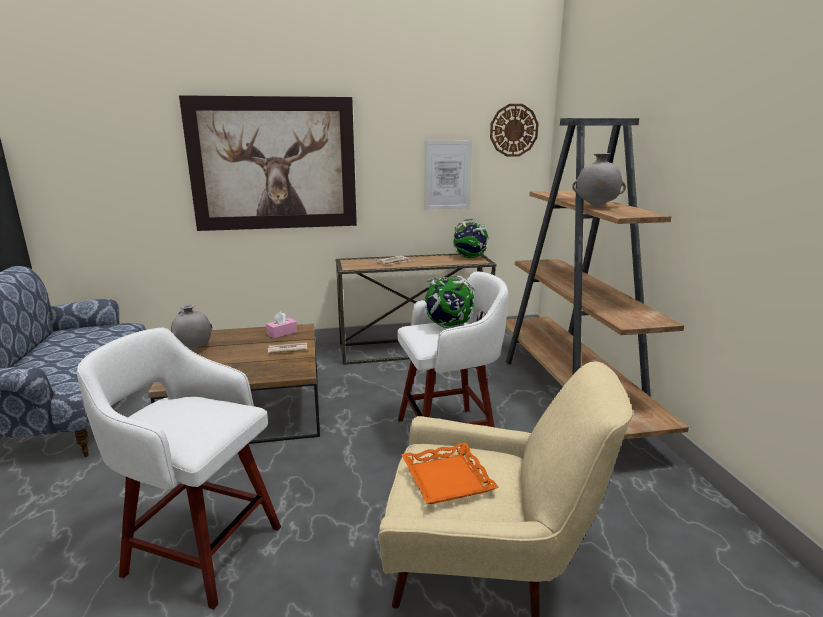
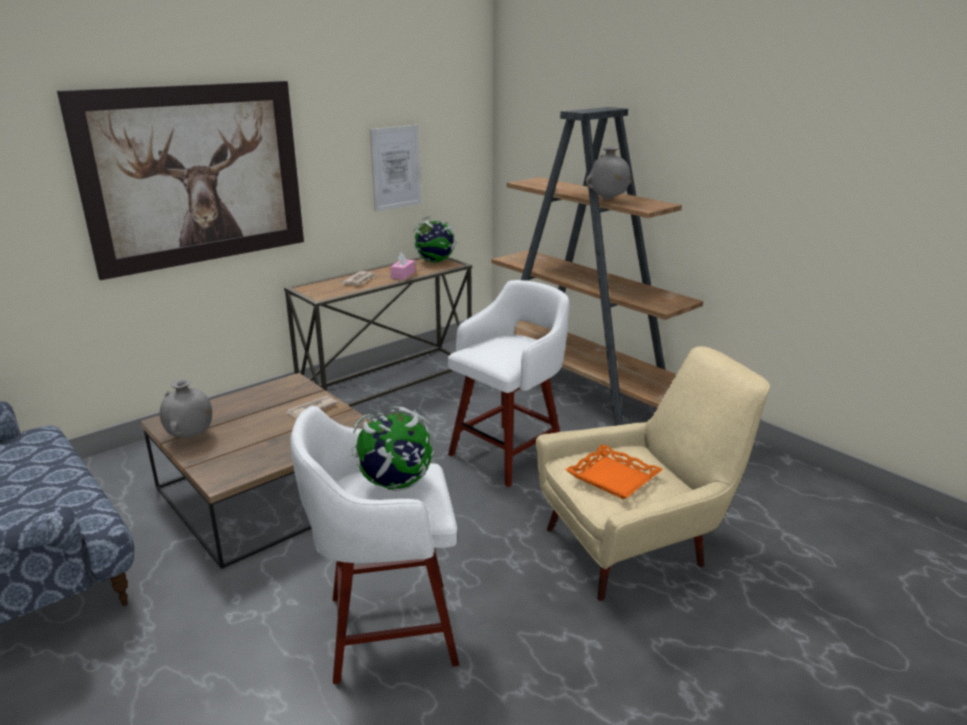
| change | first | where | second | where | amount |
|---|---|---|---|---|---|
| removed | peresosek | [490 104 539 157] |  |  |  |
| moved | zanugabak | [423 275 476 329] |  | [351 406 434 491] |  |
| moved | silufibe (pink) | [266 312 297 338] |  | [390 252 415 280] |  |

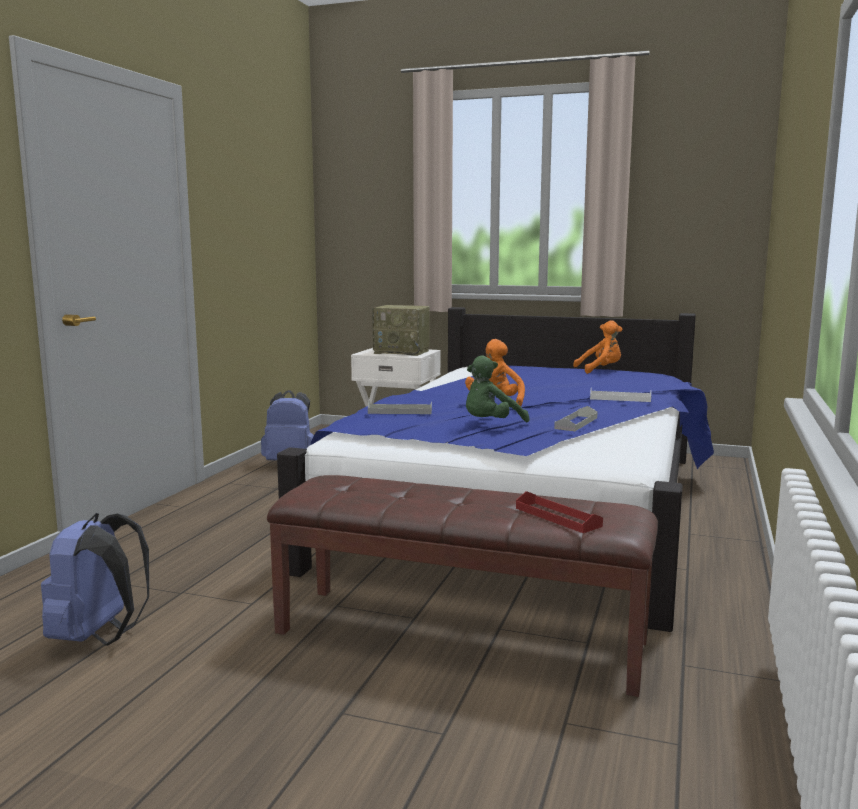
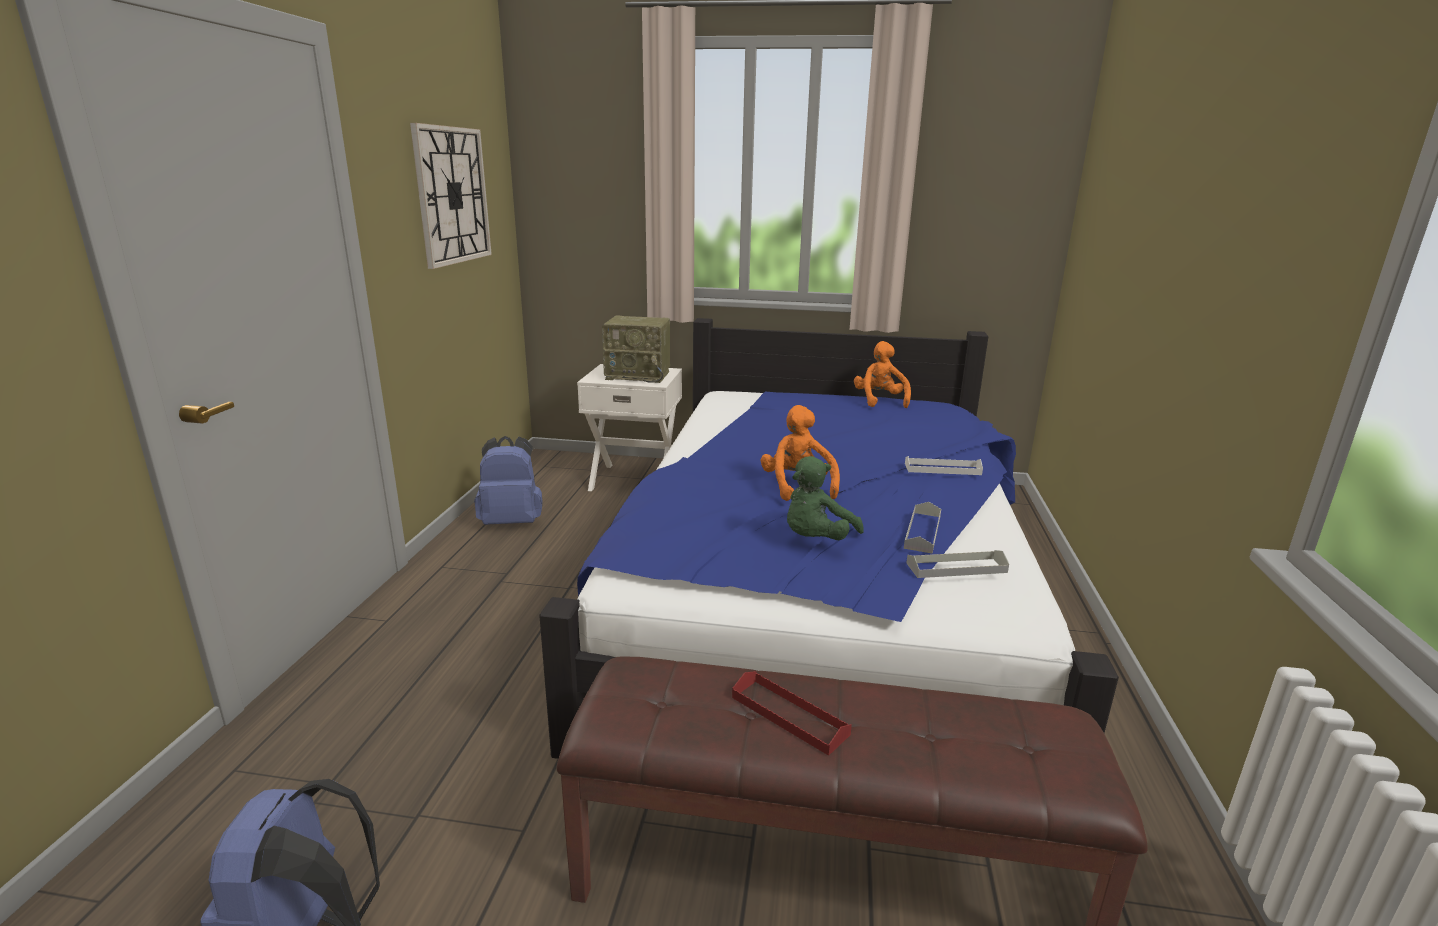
| change | first | where | second | where | amount |
|---|---|---|---|---|---|
| turned | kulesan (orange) | [573 320 623 374] |  | [854 341 911 408] | 75 degrees counterclockwise |
| moved | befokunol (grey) | [368 401 432 414] |  | [906 550 1009 578] |  |
| moved | befokunol (red) | [516 491 603 533] |  | [732 671 852 756] |  |
| added |  |  | peresosek | [410 123 492 269] |  |

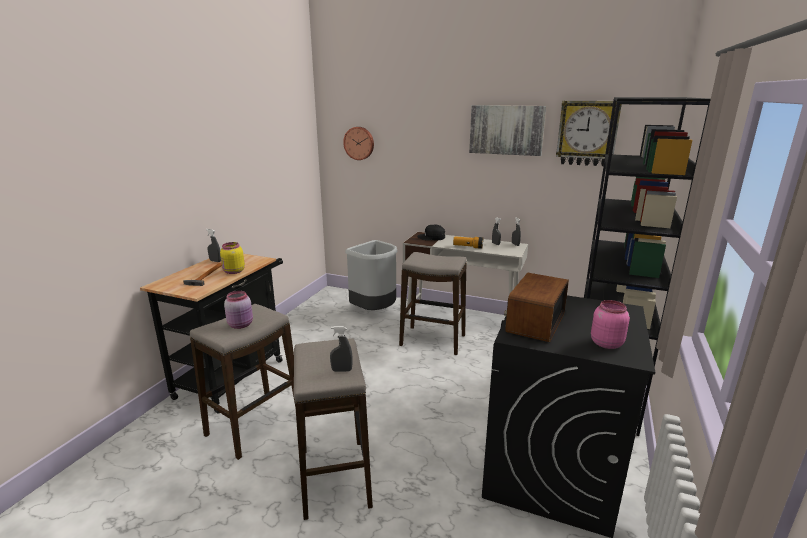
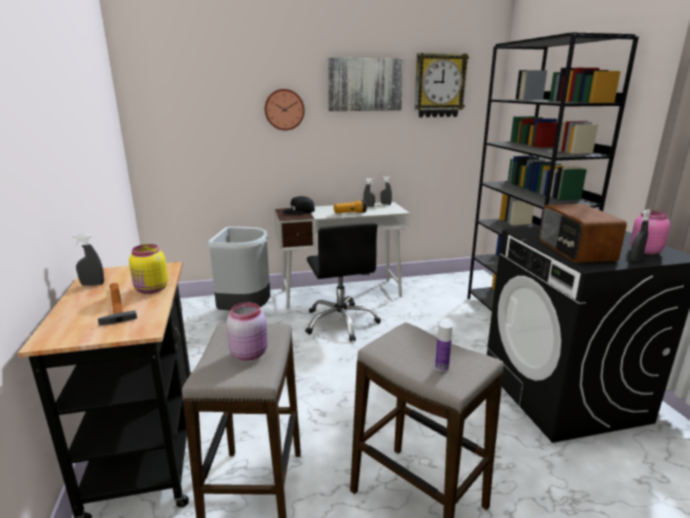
| change | first | where | second | where | amount |
|---|---|---|---|---|---|
| moved | peresosek | [343 127 374 160] |  | [265 89 305 131] |  |
| replaced | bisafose | [399 252 467 355] | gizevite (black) | [305 223 381 342] |  |
| moved | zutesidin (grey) | [330 326 353 372] |  | [629 209 651 261] |  |
| added |  |  | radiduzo | [435 322 452 372] |  |

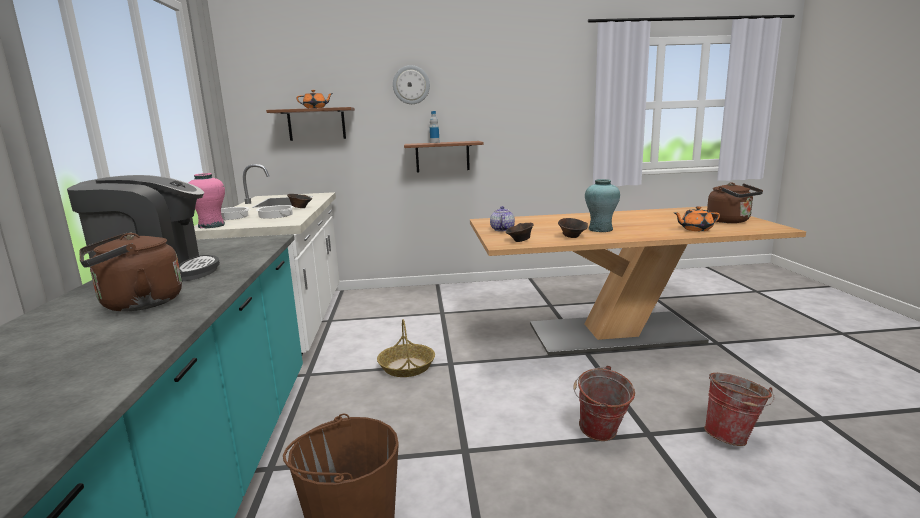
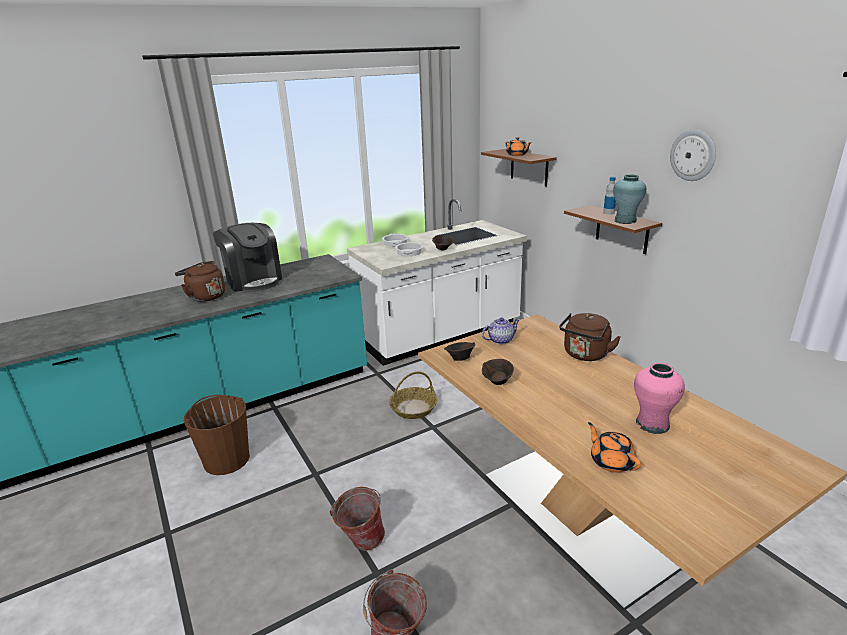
| change | first | where | second | where | amount |
|---|---|---|---|---|---|
| moved | peresosek | [393 65 430 104] |  | [670 129 716 181] |  |
| moved | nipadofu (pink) | [188 173 225 228] |  | [634 363 685 434] |  |
| moved | nipadofu (turquoise) | [585 179 620 232] |  | [613 174 646 224] |  |
| moved | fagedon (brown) | [707 182 763 223] |  | [559 313 621 361] |  |

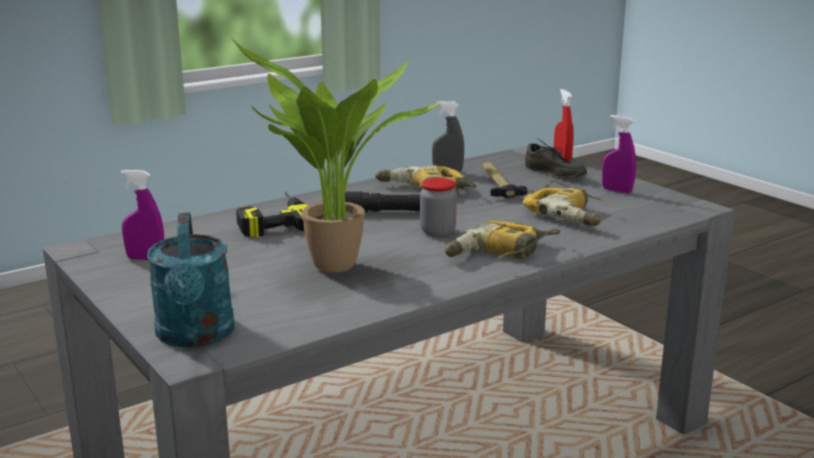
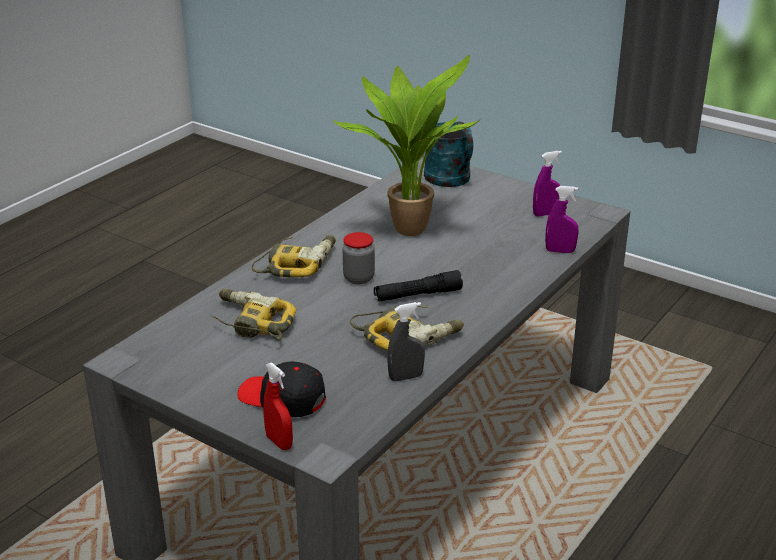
| change | first | where | second | where | amount |
|---|---|---|---|---|---|
| moved | zutesidin (purple) | [602 115 636 193] |  | [545 186 579 253] |  |
| replaced | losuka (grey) | [525 138 587 179] | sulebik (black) | [237 361 326 417] |  |
| removed | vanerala | [483 162 527 198] |  |  |  |
| removed | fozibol | [236 192 309 238] |  |  |  |

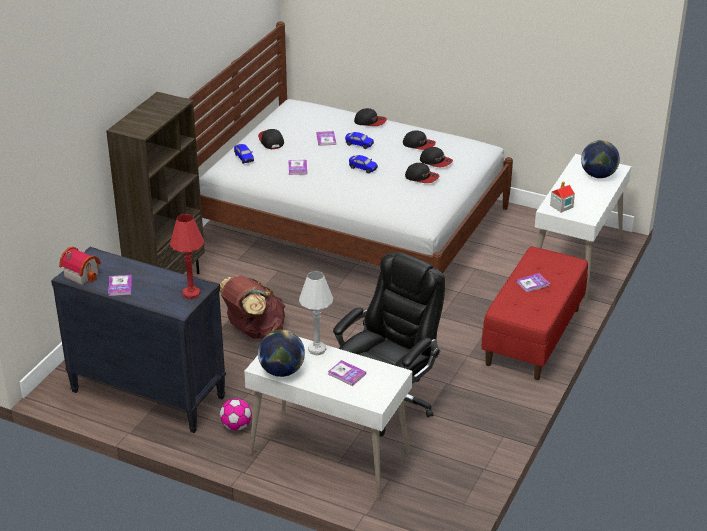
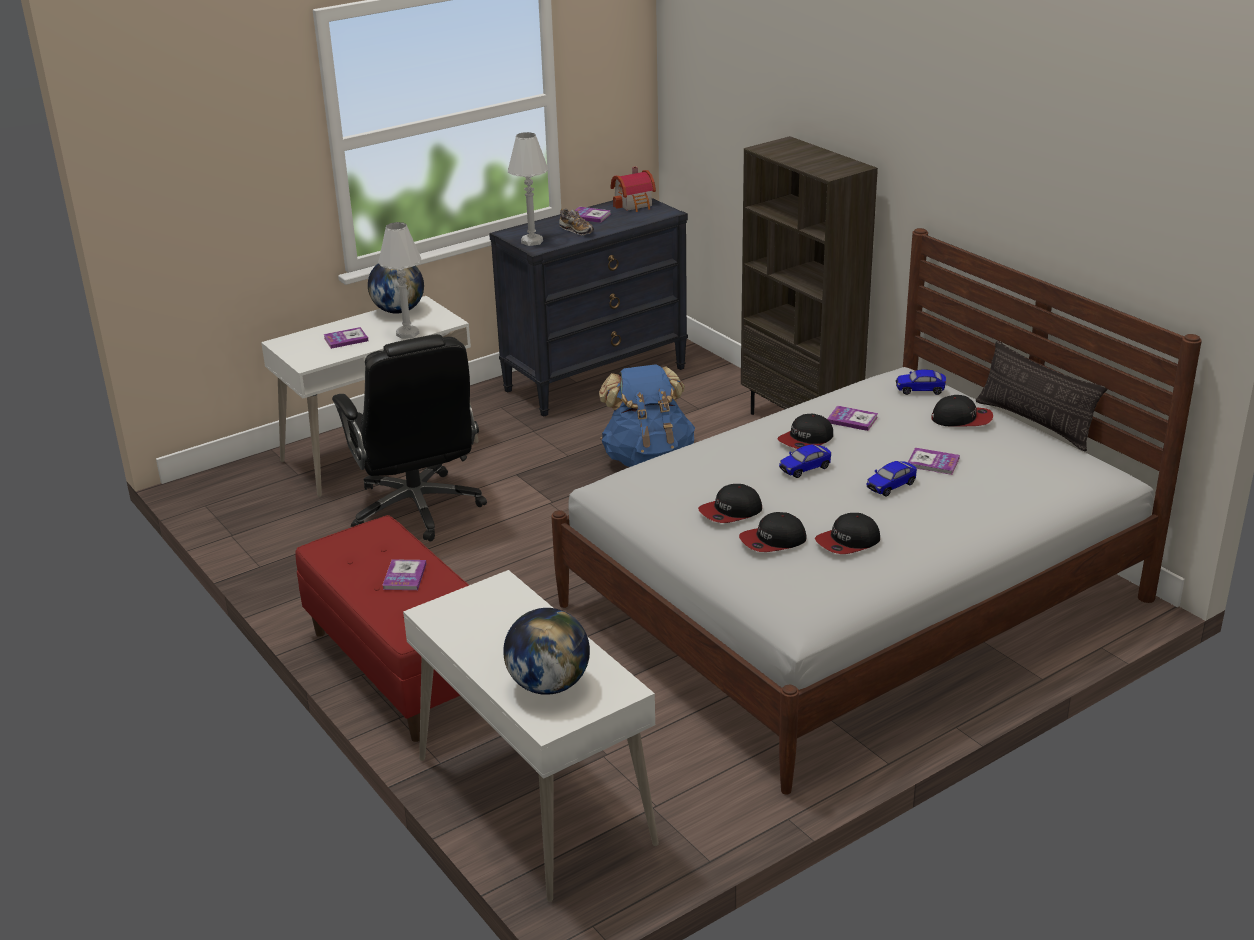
| change | first | where | second | where | amount |
|---|---|---|---|---|---|
| moved | sulebik | [354 108 387 126] |  | [778 414 833 449] |  |
| removed | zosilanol | [550 181 575 213] |  |  |  |
| recoloured | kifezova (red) | [170 213 204 299] | kifezova (white) | [508 132 548 246] |  |
| recoloured | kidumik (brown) | [219 275 285 339] | kidumik (blue) | [599 364 695 467] |  |
| removed | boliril | [220 398 252 431] |  |  |  |
| added |  |  | losuka | [559 209 594 236] |  |
| added |  |  | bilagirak | [976 341 1107 451] |  |

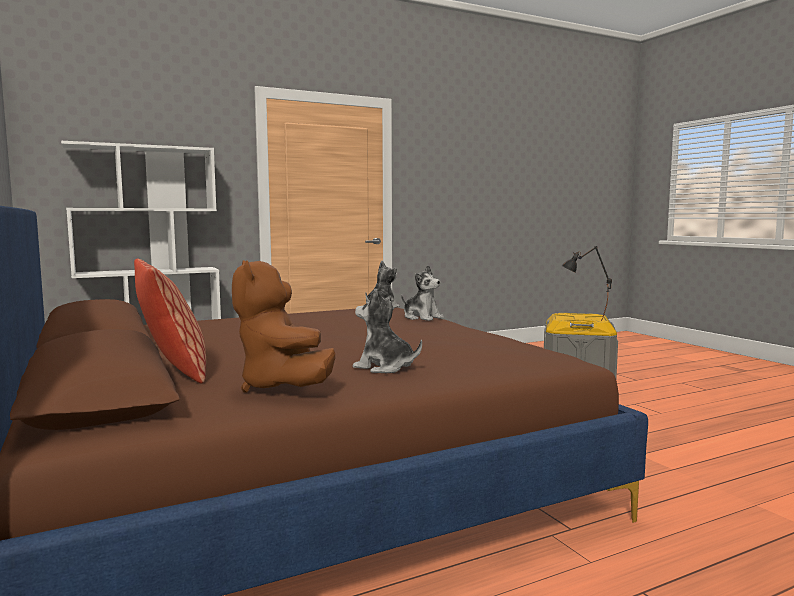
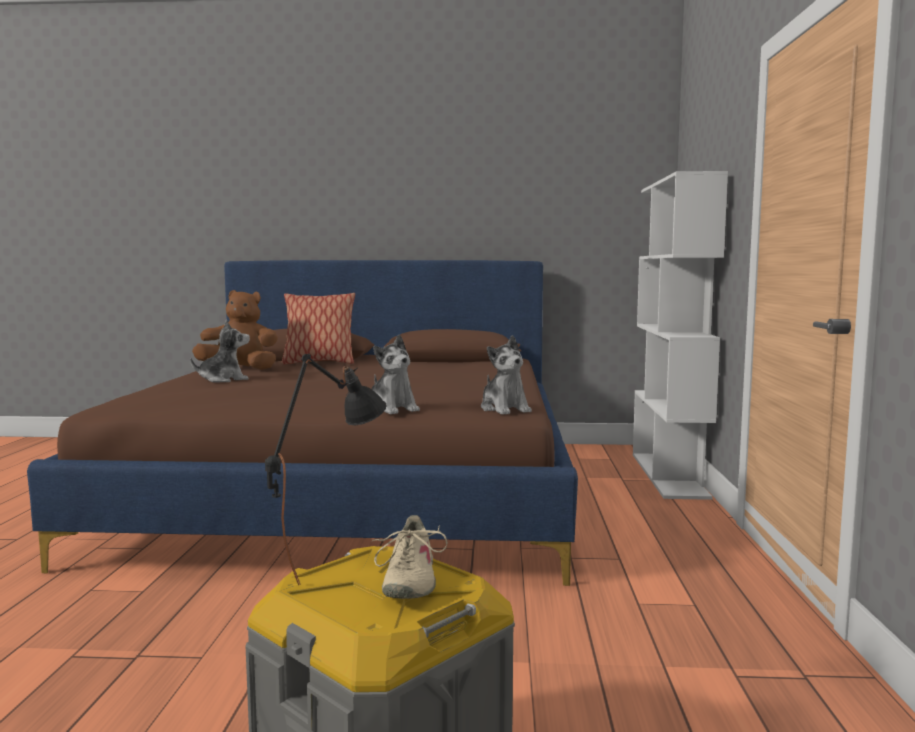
| change | first | where | second | where | amount |
|---|---|---|---|---|---|
| turned | kulesan | [401 265 443 321] |  | [371 334 420 414] | 105 degrees counterclockwise |
| added |  |  | losuka (beige) | [372 515 448 599] |  |

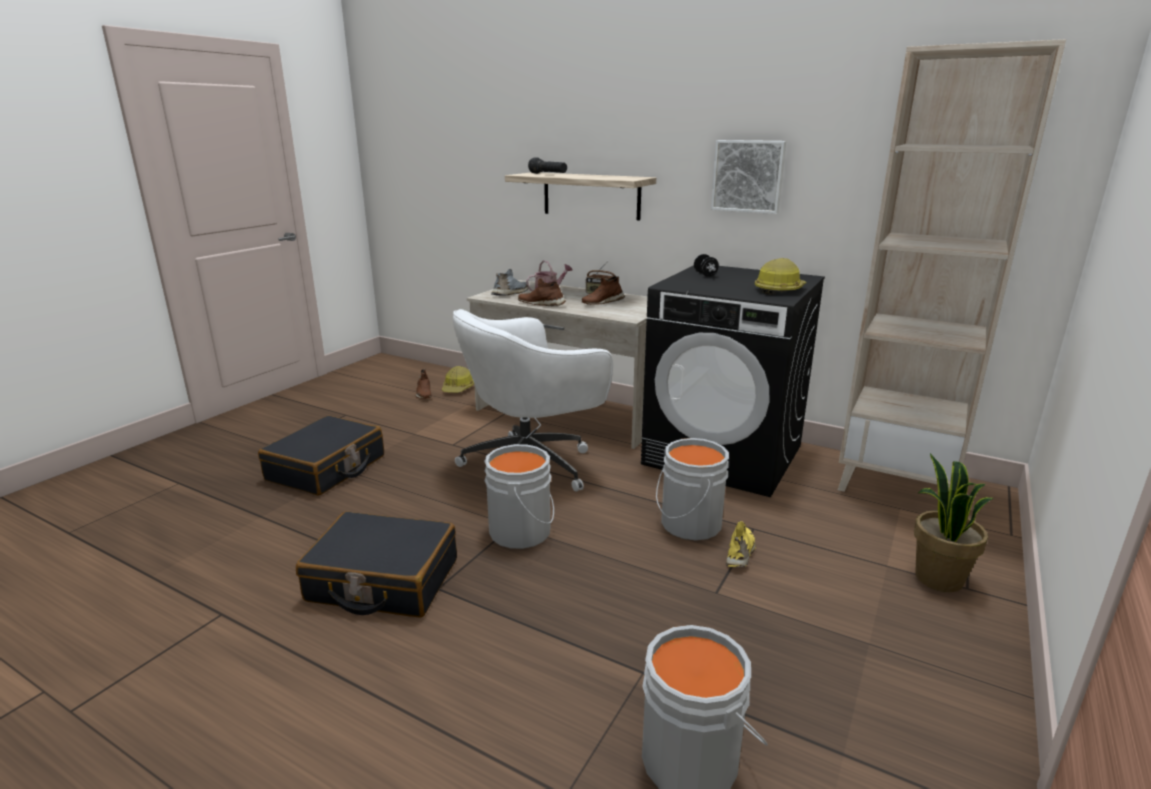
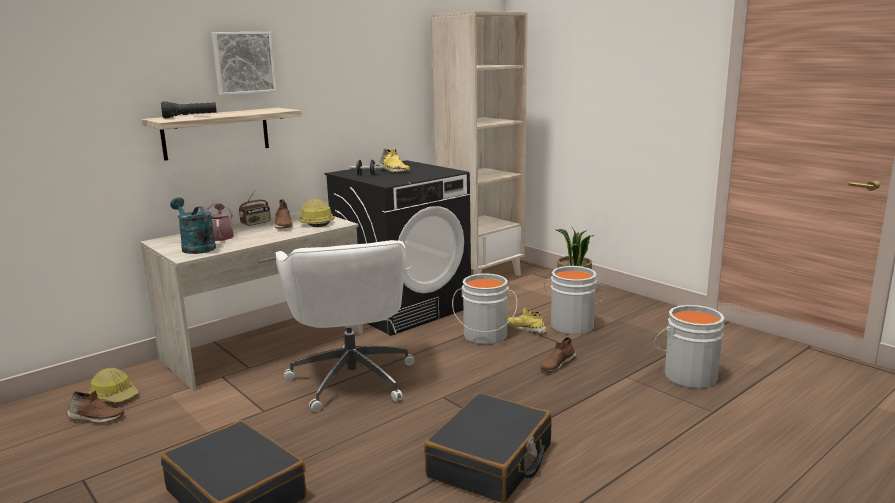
| change | first | where | second | where | amount |
|---|---|---|---|---|---|
| moved | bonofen | [711 140 786 214] |  | [211 32 277 95] |  |
| moved | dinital | [754 258 806 295] |  | [299 199 335 227] |  |
| replaced | losuka (grey) | [491 269 529 296] | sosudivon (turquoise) | [170 198 216 254] |  |
| moved | losuka (brown) | [518 279 566 307] |  | [540 337 576 372] |  |
| moved | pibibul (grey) | [484 444 554 549] |  | [544 266 606 335] |  |
| added |  |  | losuka (yellow) | [378 148 410 173] |  |

